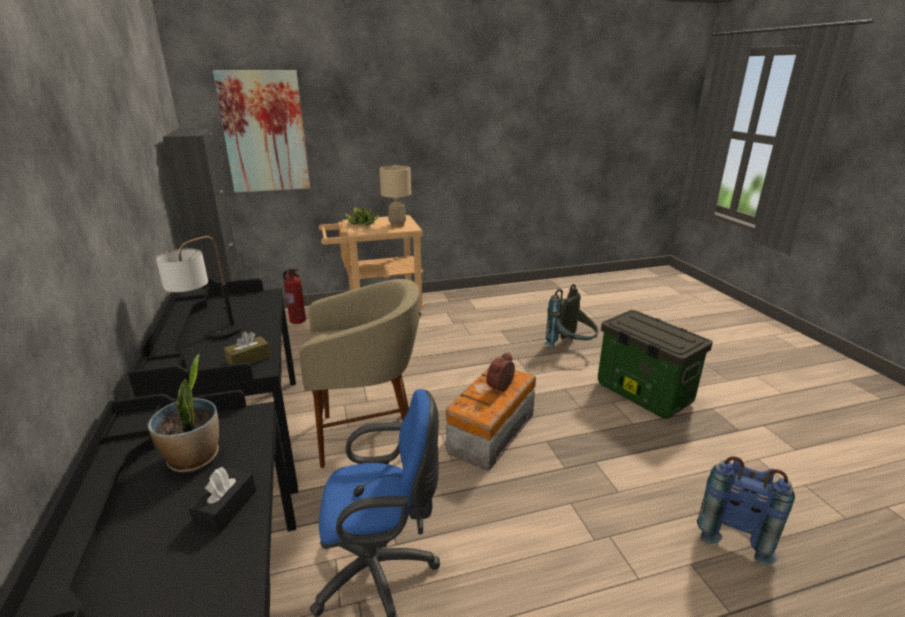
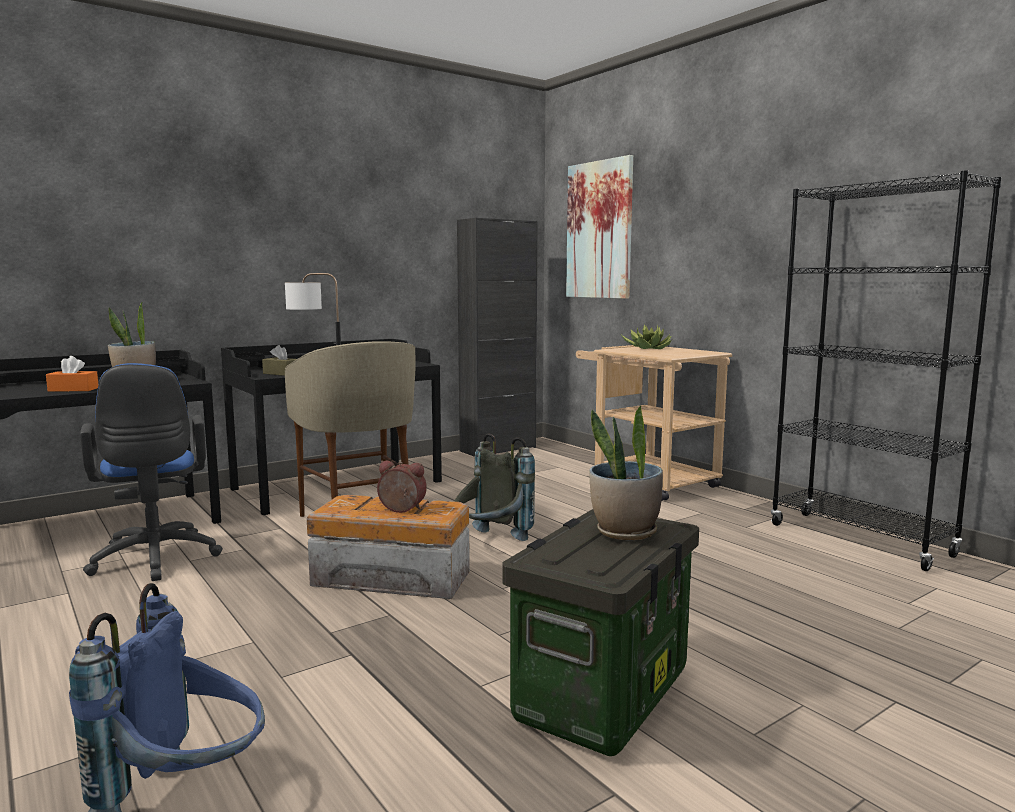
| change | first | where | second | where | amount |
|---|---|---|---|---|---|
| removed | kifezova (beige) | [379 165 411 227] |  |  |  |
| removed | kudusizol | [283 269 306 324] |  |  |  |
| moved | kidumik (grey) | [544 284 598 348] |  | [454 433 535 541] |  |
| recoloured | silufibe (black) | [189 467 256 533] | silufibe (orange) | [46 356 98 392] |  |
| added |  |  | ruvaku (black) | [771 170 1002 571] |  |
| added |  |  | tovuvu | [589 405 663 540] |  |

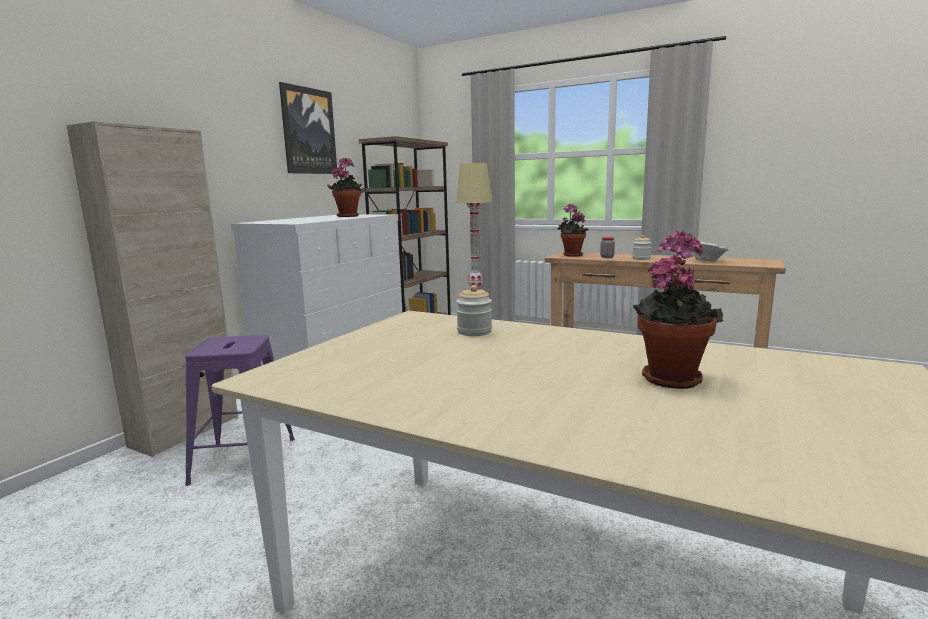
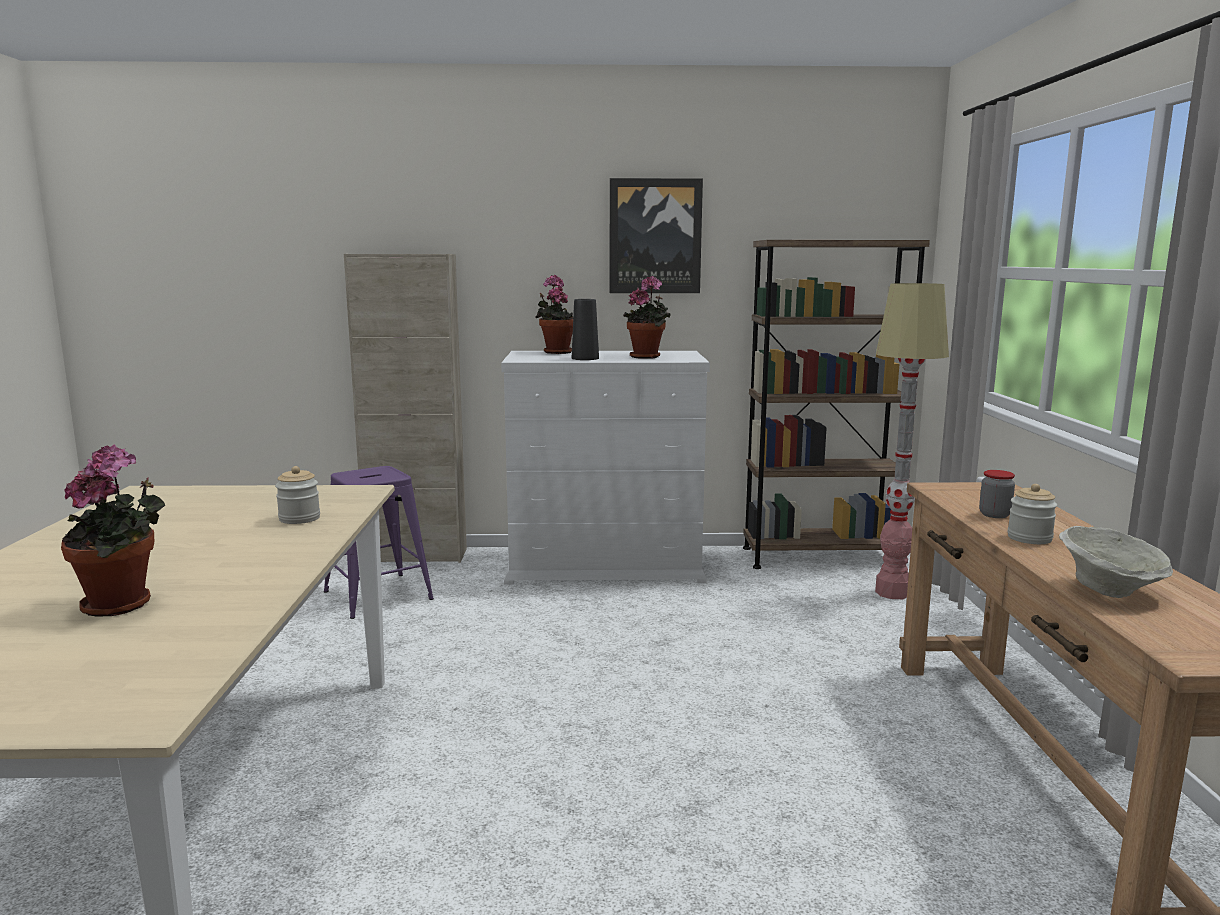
| change | first | where | second | where | amount |
|---|---|---|---|---|---|
| moved | tovuvu | [558 204 588 257] |  | [535 275 573 354] |  |
| added |  |  | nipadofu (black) | [572 299 599 360] |  |

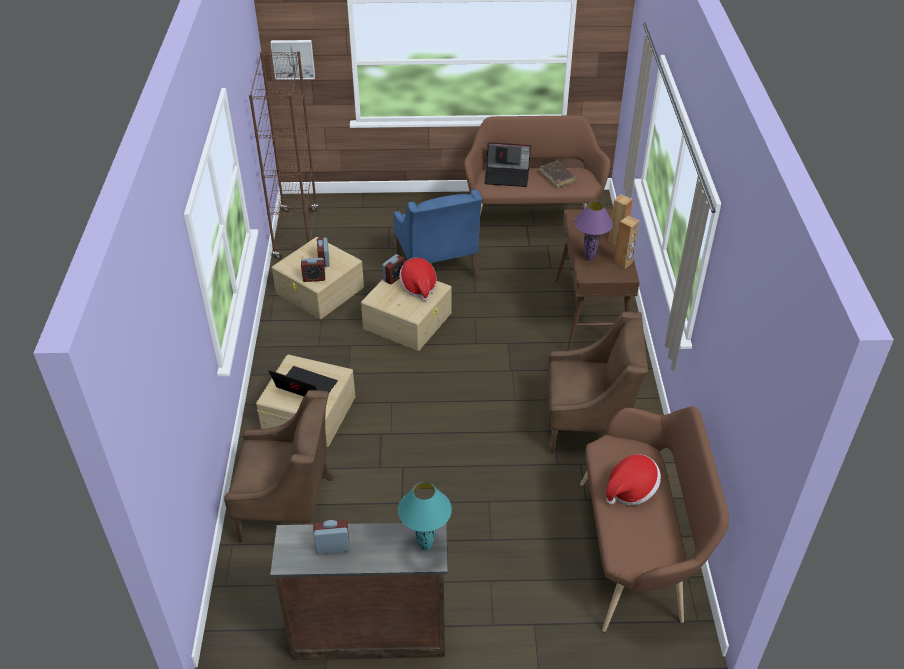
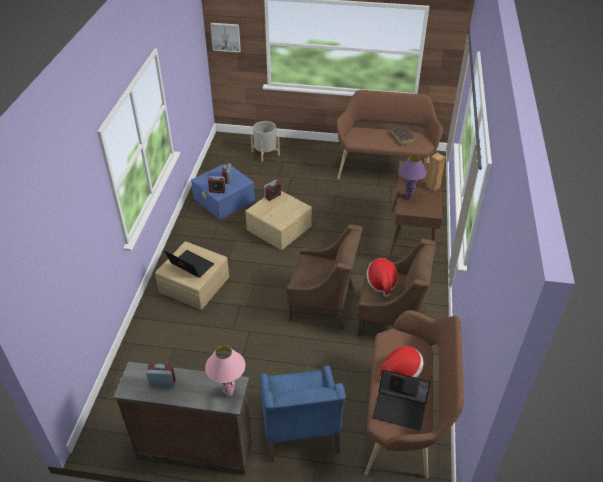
| change | first | where | second | where | amount |
|---|---|---|---|---|---|
| removed | ruvaku (brown) | [249 51 318 260] |  |  |  |
| moved | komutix | [484 142 531 187] |  | [373 370 431 430] |  |
| moved | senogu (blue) | [393 190 482 280] |  | [260 366 346 463] |  |
| removed | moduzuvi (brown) | [614 216 639 269] |  |  |  |
| recoloured | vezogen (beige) | [272 237 364 319] | vezogen (blue) | [191 164 255 220] |  |
| moved | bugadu | [399 258 437 301] |  | [367 258 398 297] |  |
| moved | senogu (brown) | [224 390 334 543] |  | [286 224 363 330] |  |
| recoloured | kifezova (turquoise) | [398 482 452 551] | kifezova (pink) | [205 346 246 396] |  |
| added |  |  | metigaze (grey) | [251 121 280 162] |  |

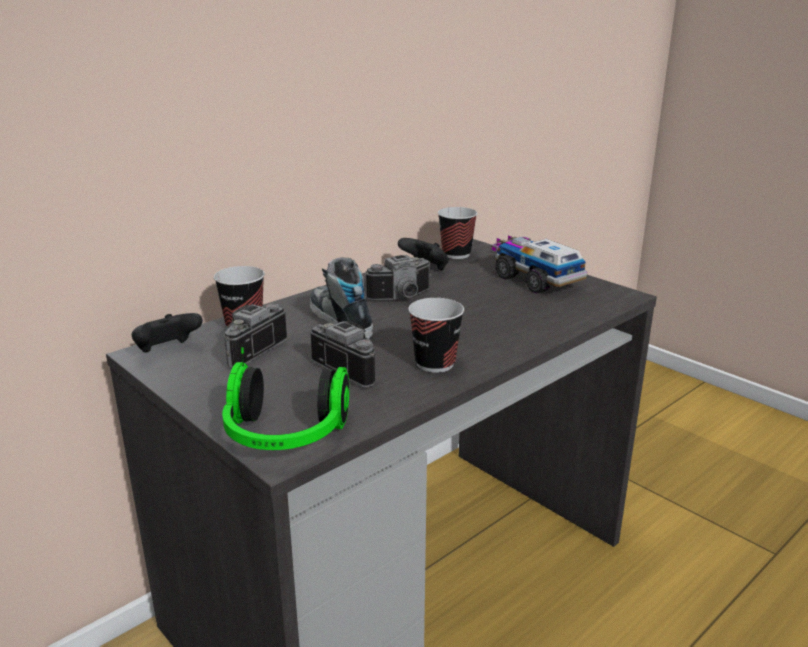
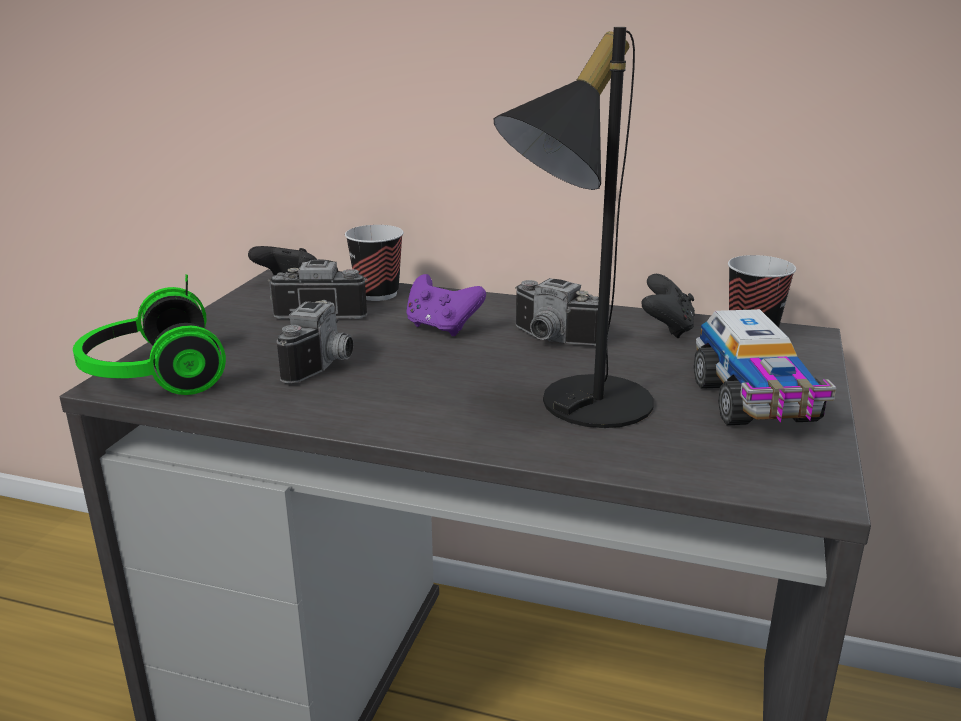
| change | first | where | second | where | amount |
|---|---|---|---|---|---|
| turned | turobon | [491 235 587 294] |  | [694 309 836 425] | 150 degrees clockwise |
| replaced | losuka | [310 257 373 339] | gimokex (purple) | [406 274 486 336] |  |
| removed | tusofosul | [408 298 464 373] |  |  |  |
| added |  |  | kifezova (black) | [493 27 654 428] |  |

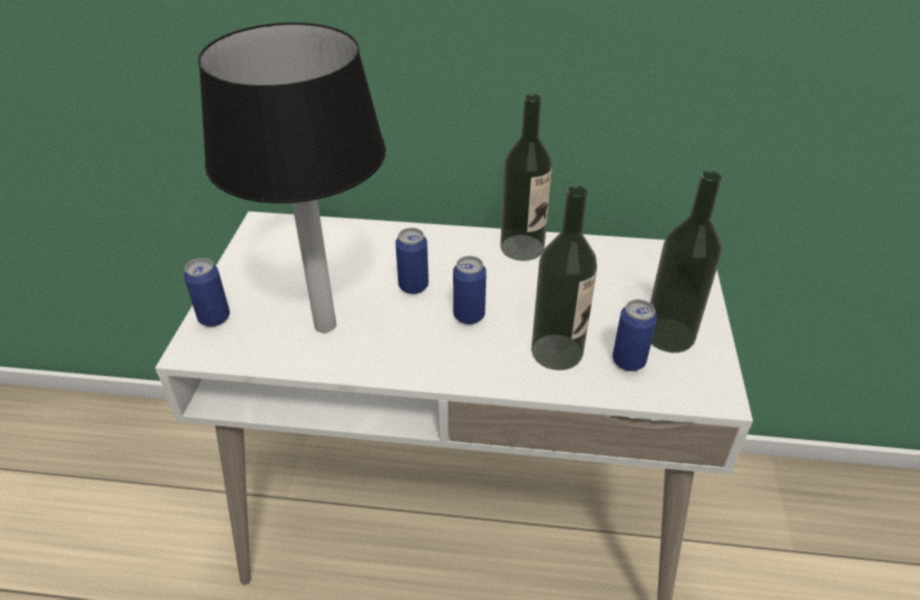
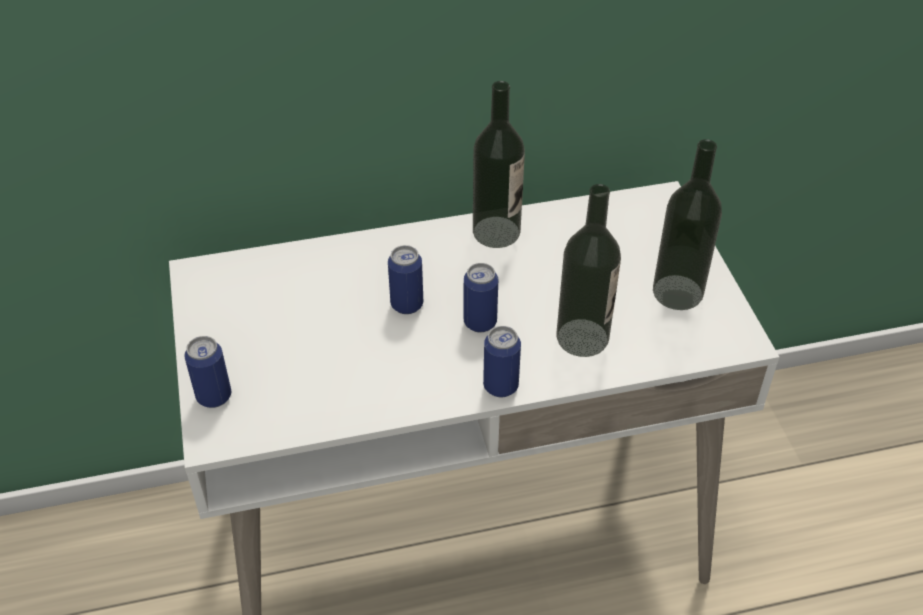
| change | first | where | second | where | amount |
|---|---|---|---|---|---|
| removed | kifezova | [198 22 386 333] |  |  |  |
| moved | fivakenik | [612 299 657 371] |  | [483 326 521 397] |  |

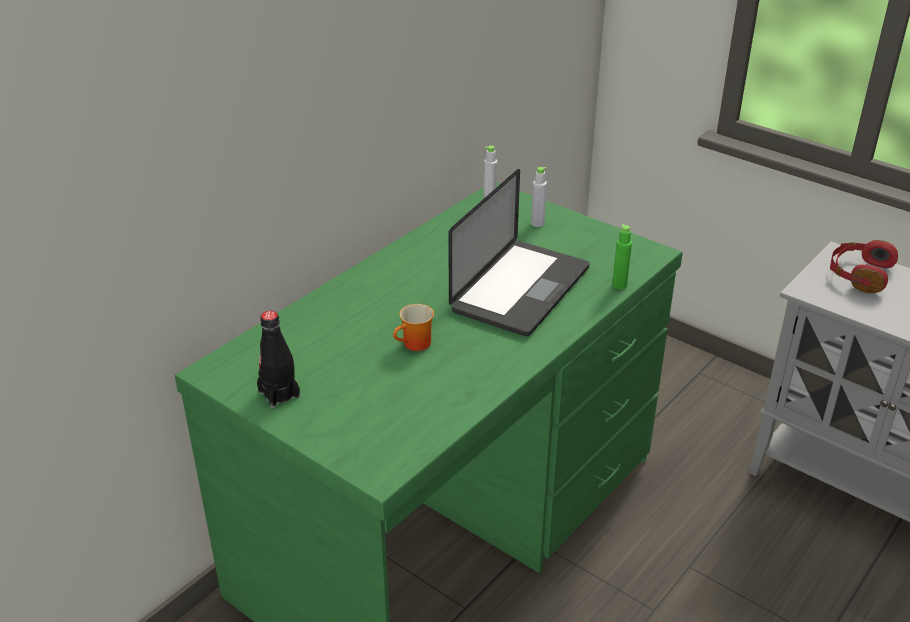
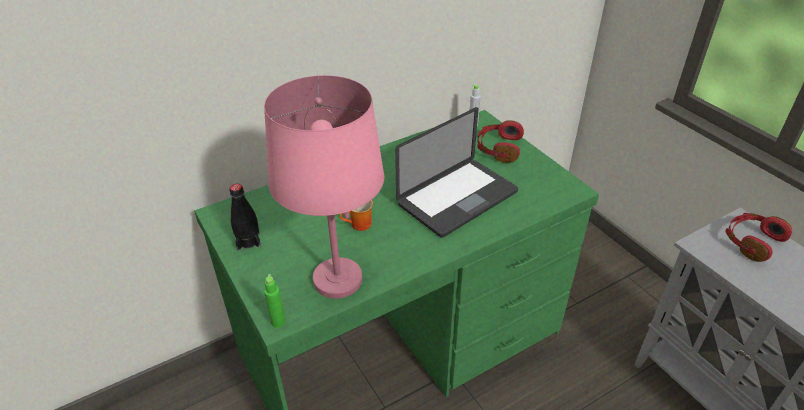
| change | first | where | second | where | amount |
|---|---|---|---|---|---|
| replaced | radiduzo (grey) | [531 167 547 227] | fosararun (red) | [477 120 524 163] |  |
| moved | radiduzo (green) | [612 224 632 289] |  | [264 274 286 328] |  |
| added |  |  | kifezova (pink) | [264 75 384 299] |  |

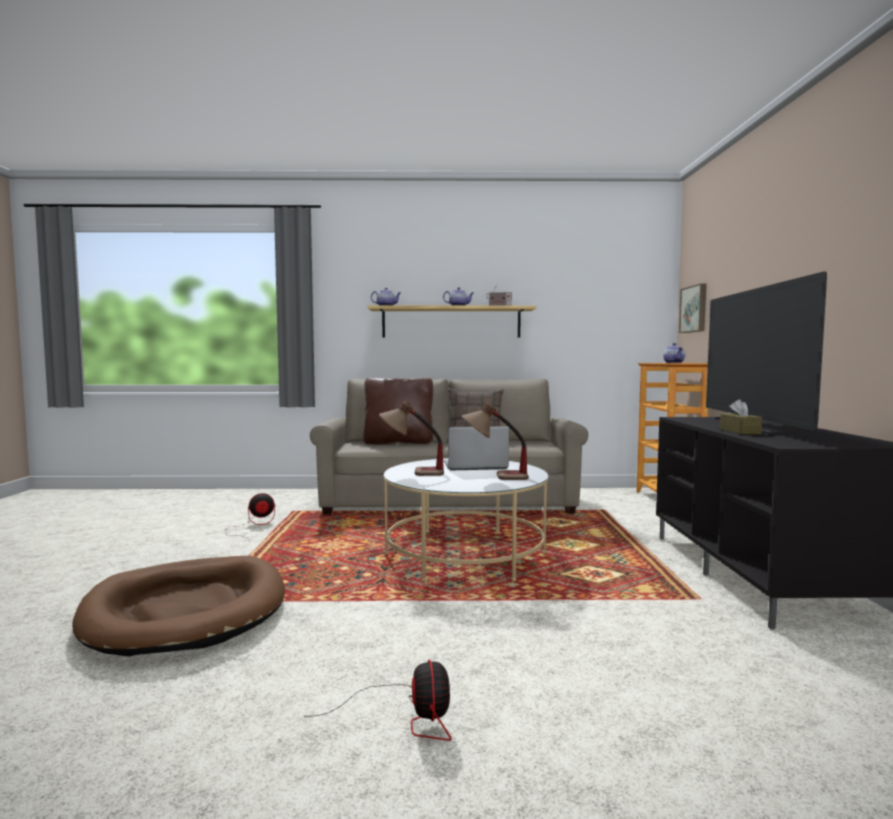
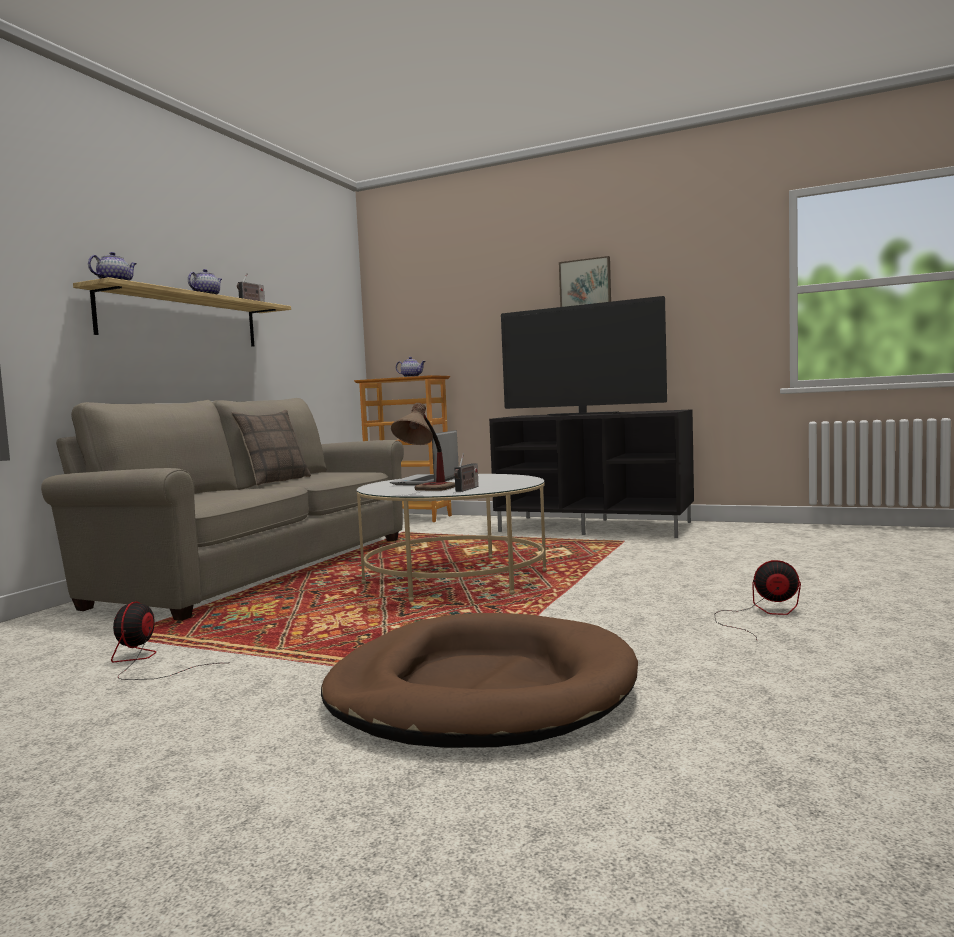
| change | first | where | second | where | amount |
|---|---|---|---|---|---|
| moved | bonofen | [679 284 707 333] |  | [559 256 611 307] |  |
| removed | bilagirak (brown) | [363 378 433 444] |  |  |  |
| removed | silufibe (brown) | [720 399 762 434] |  |  |  |
| removed | kifezova | [461 403 529 480] |  |  |  |
| added |  |  | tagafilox | [454 453 479 492] |  |

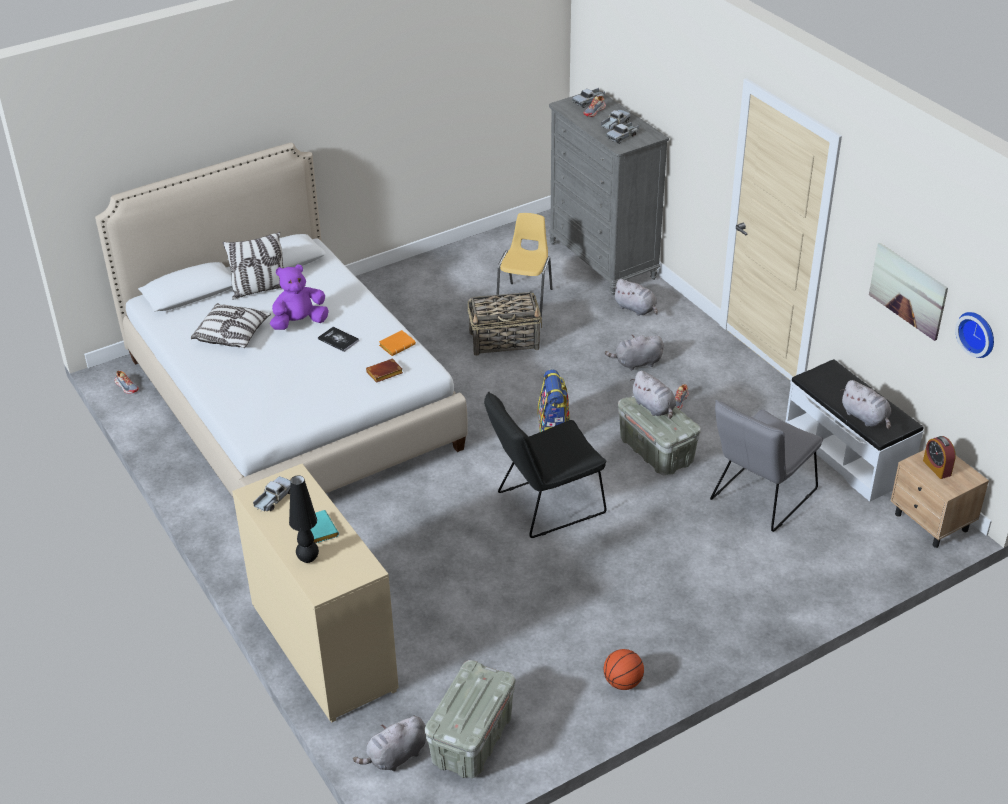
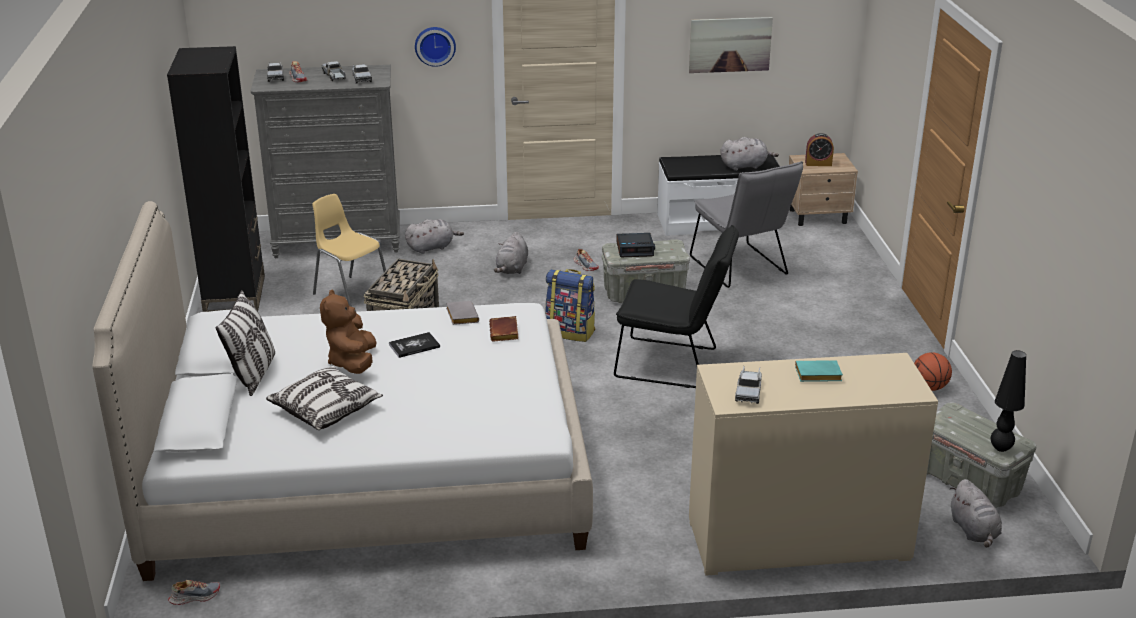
| change | first | where | second | where | amount |
|---|---|---|---|---|---|
| recoloured | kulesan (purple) | [270 264 329 330] | kulesan (brown) | [320 289 377 374] |  |
| moved | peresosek | [955 312 994 358] |  | [415 27 456 67] |  |
| recoloured | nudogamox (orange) | [379 330 416 356] | nudogamox (grey) | [446 301 479 325] |  |
| replaced | kulesan (grey) | [630 371 676 419] | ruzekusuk | [617 233 655 257] |  |
| turned | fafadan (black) | [484 392 607 538] |  | [614 225 739 388] | 75 degrees counterclockwise |
| moved | kifezova (black) | [289 475 319 563] |  | [991 350 1026 452] |  |
| turned | turobon | [253 476 291 511] |  | [735 366 762 404] | 135 degrees counterclockwise |
| added |  |  | ruvaku (black) | [167 46 265 312] |  |

